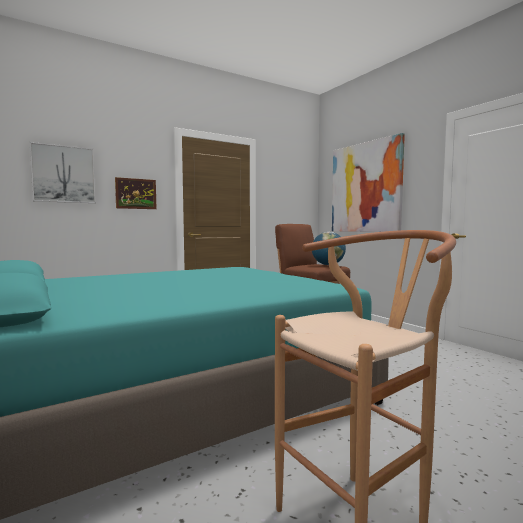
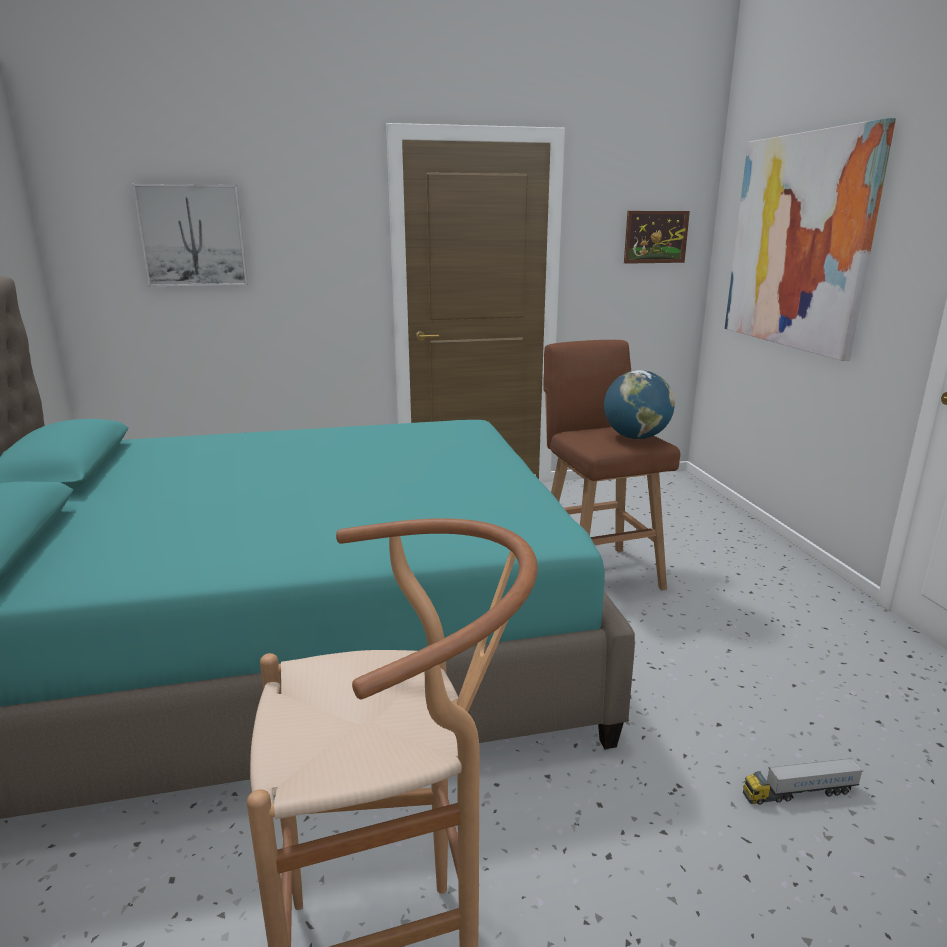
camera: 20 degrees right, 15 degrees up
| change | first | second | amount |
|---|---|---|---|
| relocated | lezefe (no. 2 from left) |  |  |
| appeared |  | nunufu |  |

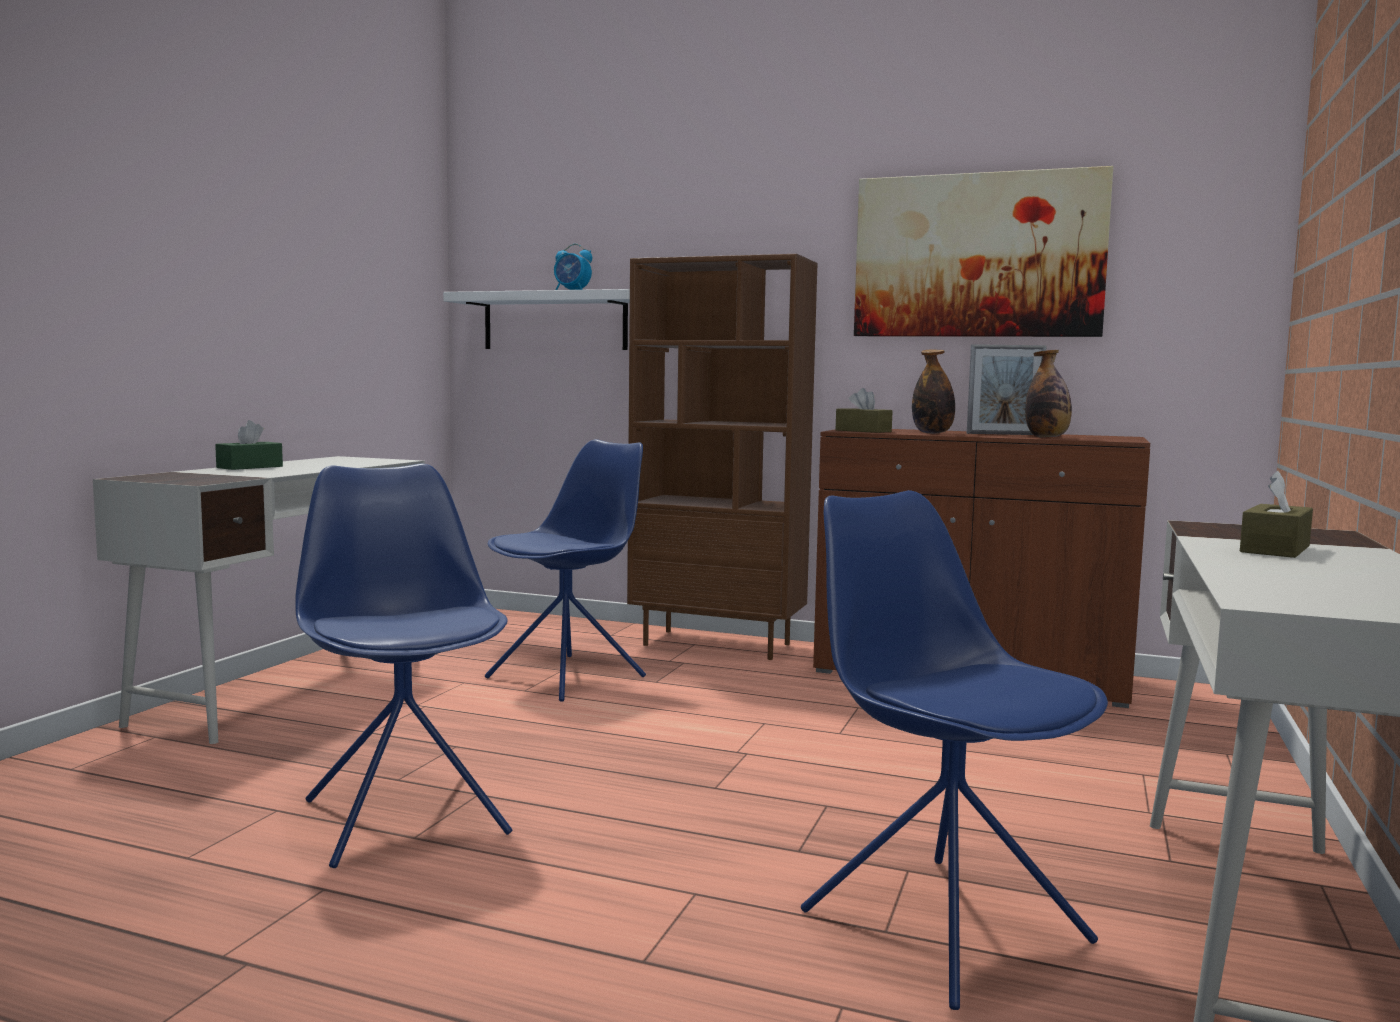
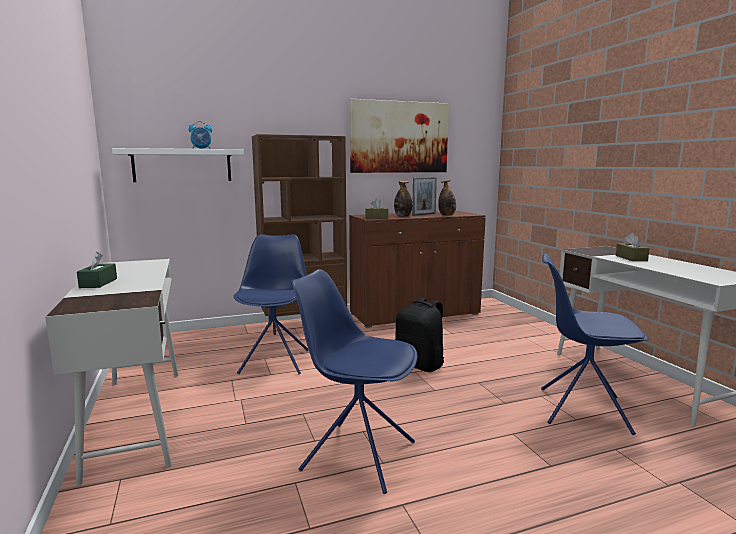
camera: 40 degrees left, 5 degrees up
| change | first | second | amount |
|---|---|---|---|
| appeared |  | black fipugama |  |

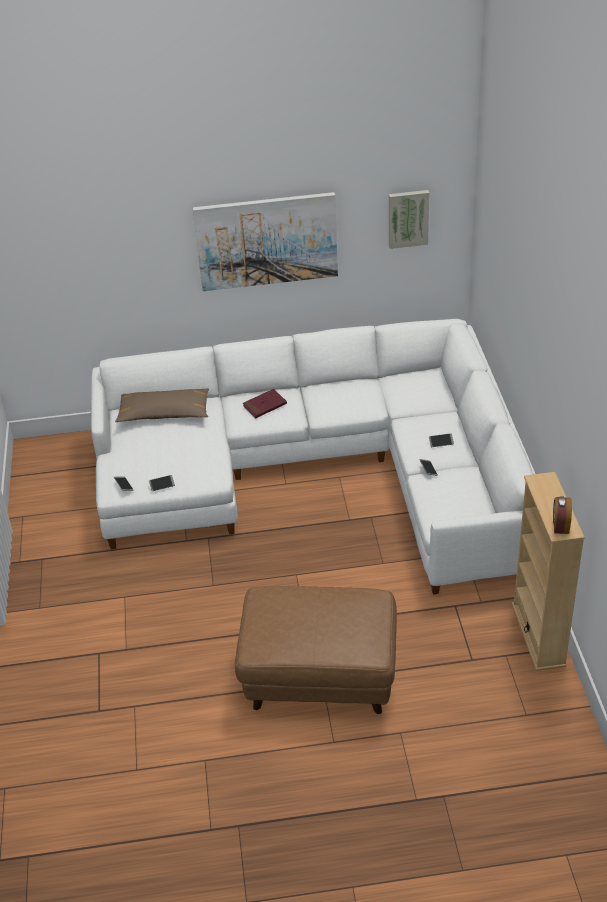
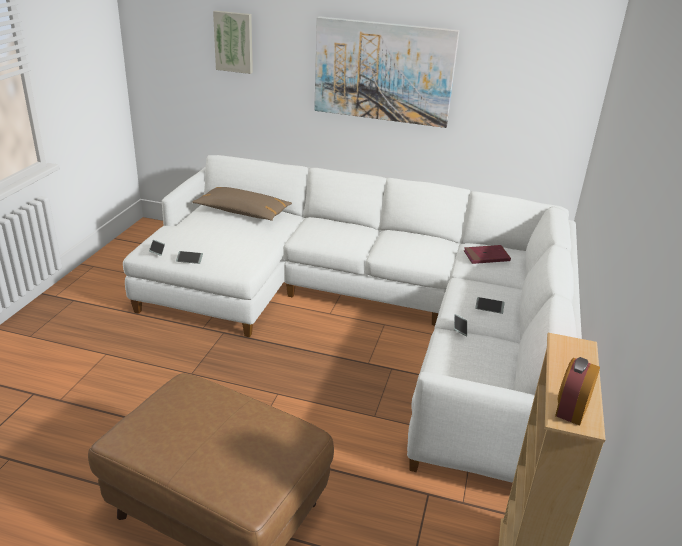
camera: 20 degrees right, 10 degrees down
| change | first | second | amount |
|---|---|---|---|
| relocated | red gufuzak |  |  |
| relocated | lezefe (no. 2 from left in the first image) | lezefe (no. 1 from left) |  |

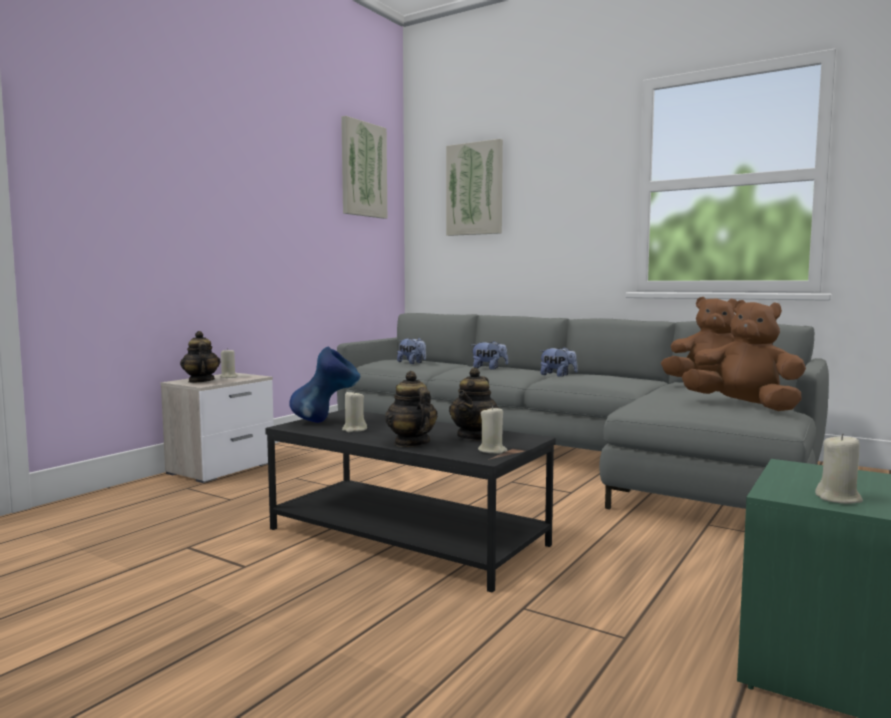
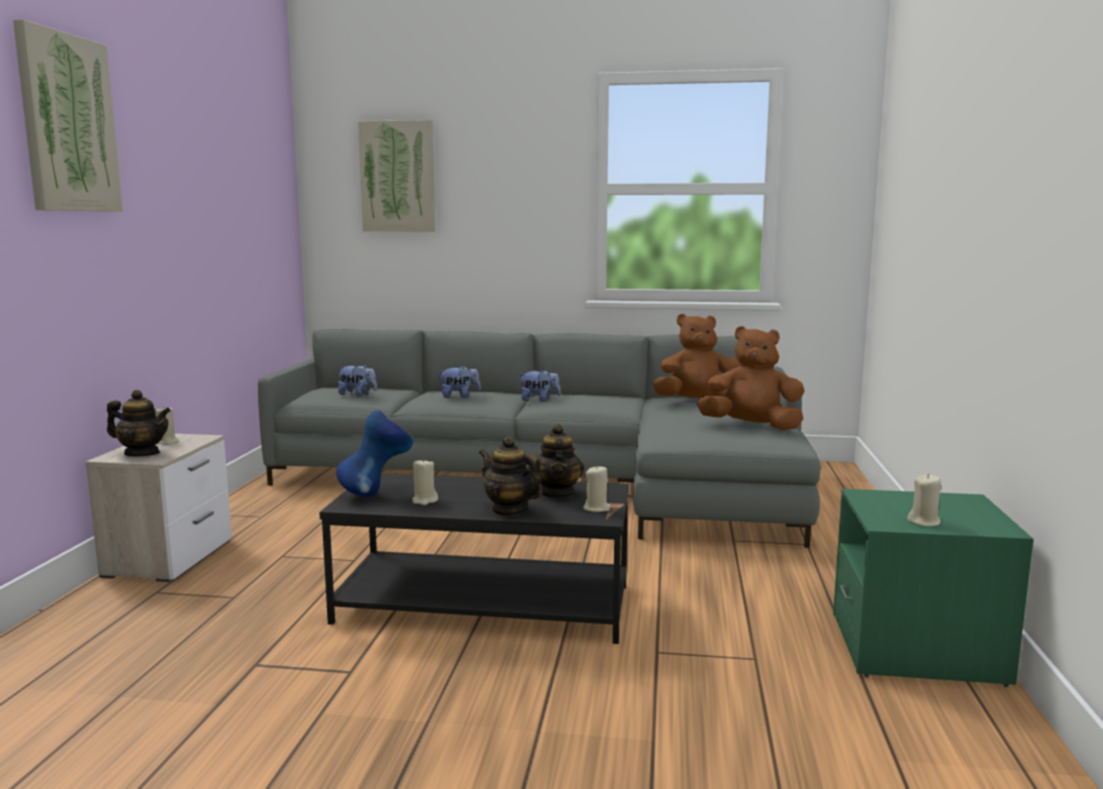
camera: 25 degrees left, 5 degrees up
| change | first | second | amount |
|---|---|---|---|
| spun | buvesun (no. 1 from left) |  | 150 degrees clockwise |
| relocated | lezefe (no. 1 from left) |  |  |

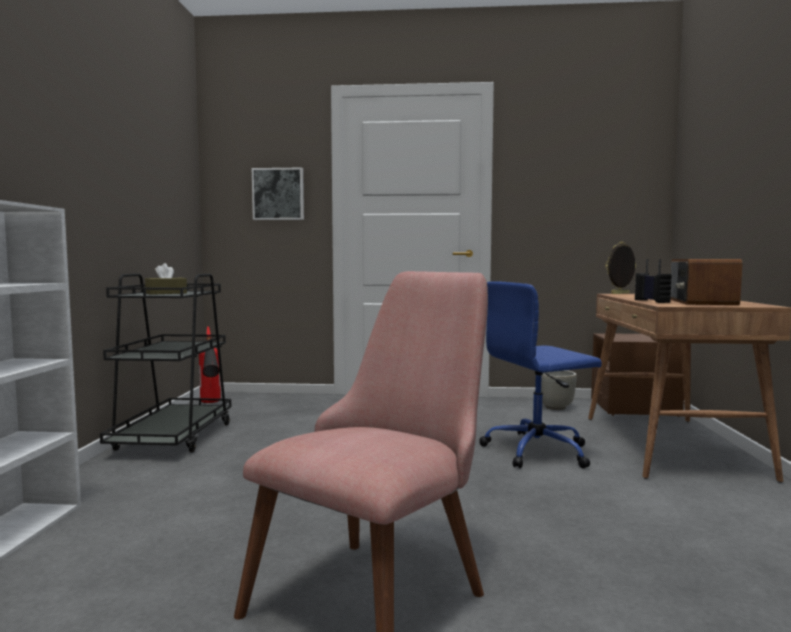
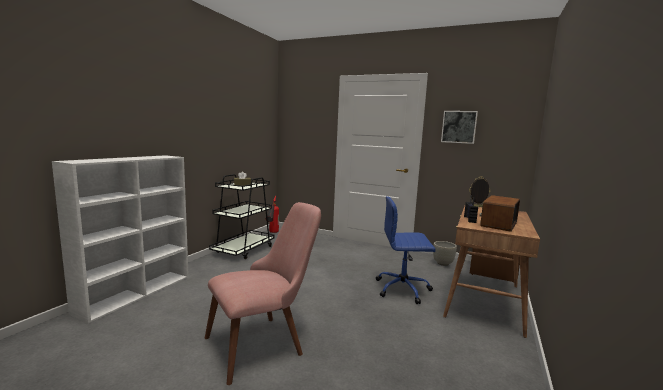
camera: 20 degrees right, 5 degrees up
| change | first | second | amount |
|---|---|---|---|
| relocated | lezefe |  |  |

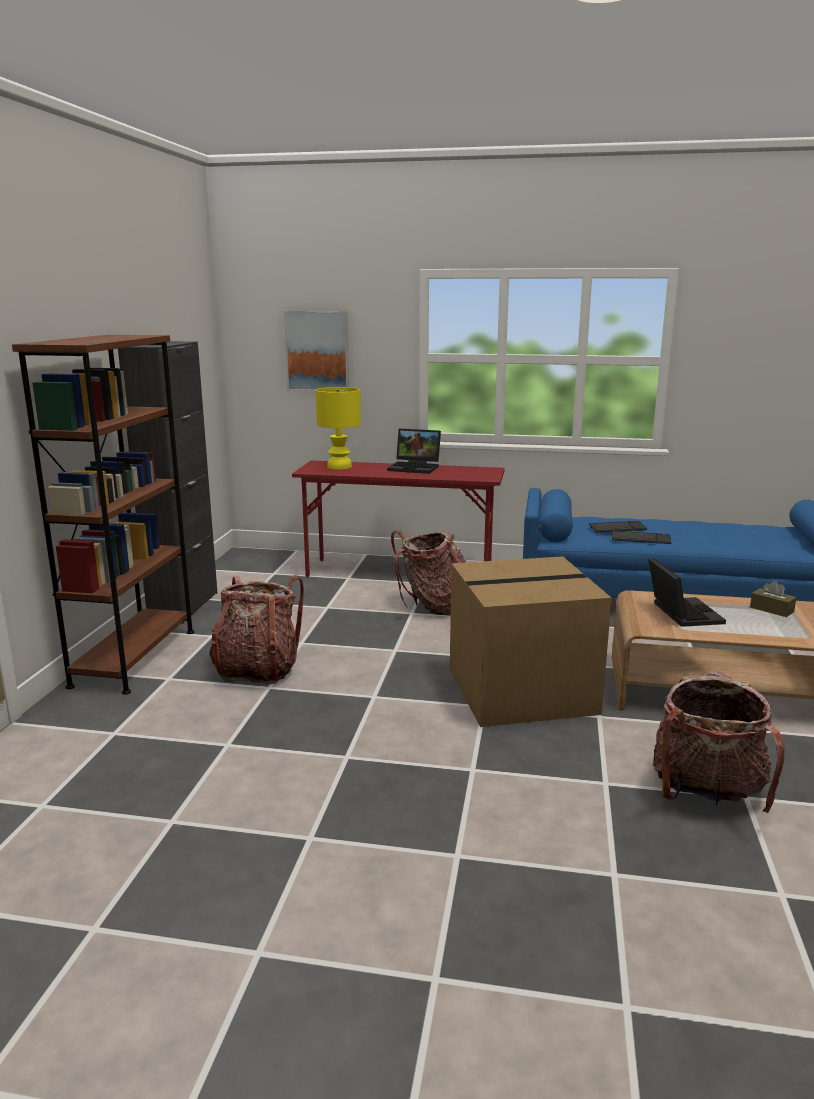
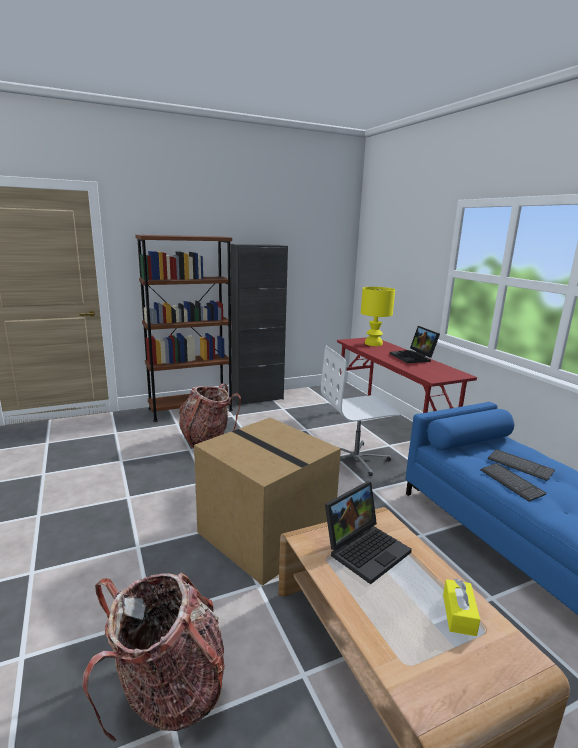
camera: 55 degrees right, 0 degrees up
| change | first | second | amount |
|---|---|---|---|
| missing | lezefe |  |  |
| exchanged | fipugama (no. 2 from left) | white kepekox |  |
| colour | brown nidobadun | yellow nidobadun |  |

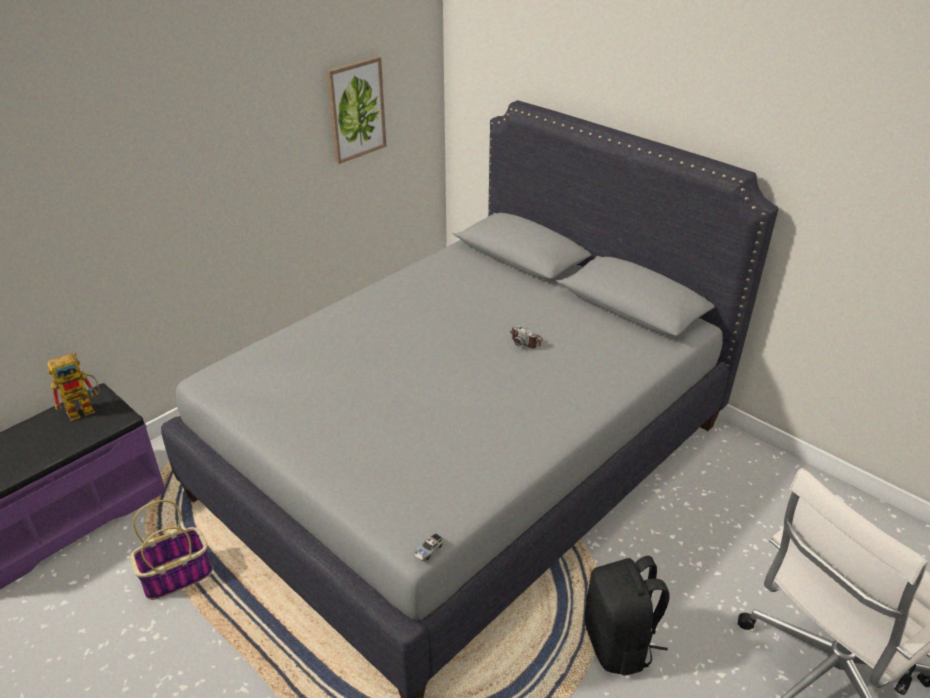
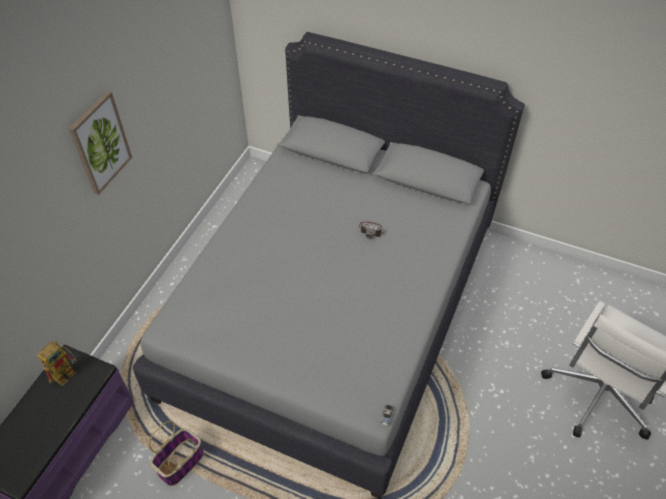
camera: 20 degrees left, 15 degrees up
| change | first | second | amount |
|---|---|---|---|
| relocated | lezefe |  |  |
| missing | black fipugama |  |  |

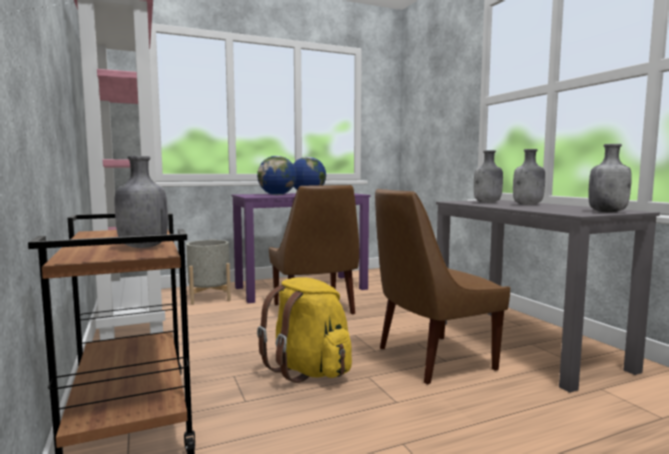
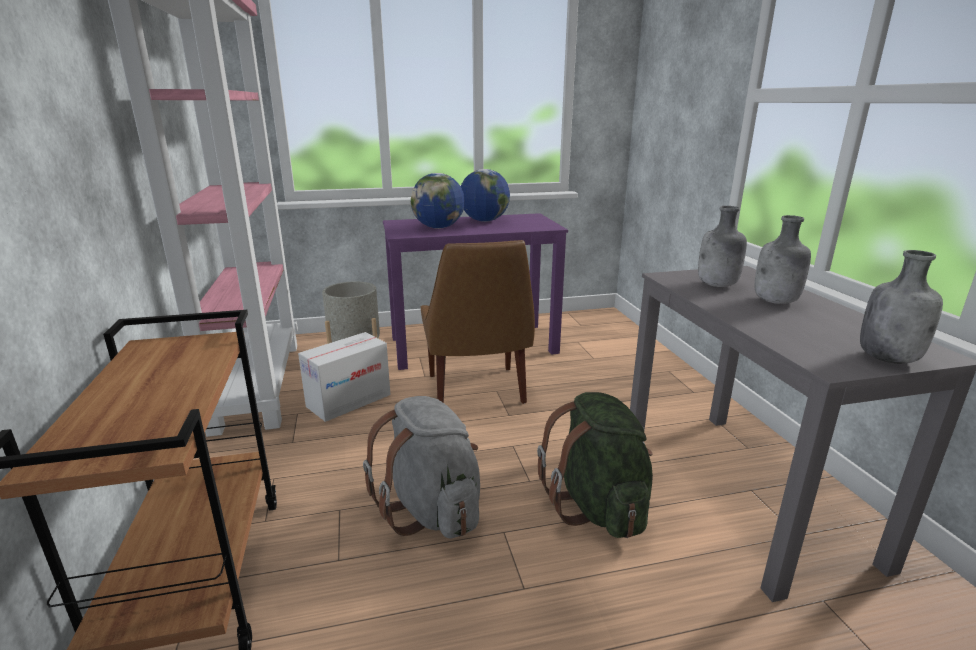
camera: 10 degrees right, 15 degrees up
| change | first | second | amount |
|---|---|---|---|
| missing | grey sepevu (no. 1 from left) |  |  |
| colour | yellow fipugama | grey fipugama |  |
| exchanged | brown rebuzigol (no. 2 from left) | green fipugama |  |
| appeared |  | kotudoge |  |

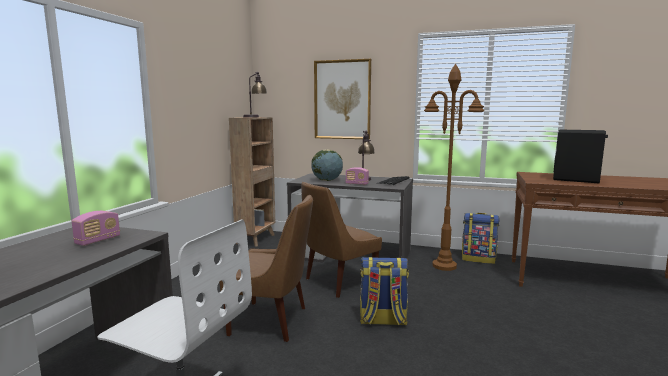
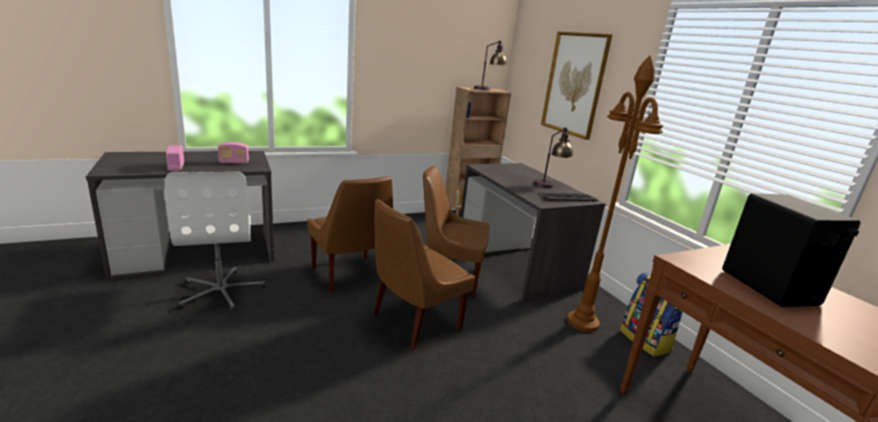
camera: 45 degrees right, 10 degrees up
| change | first | second | amount |
|---|---|---|---|
| missing | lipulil |  |  |
| relocated | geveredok (no. 2 from left in the first image) | geveredok (no. 1 from left) |  |
| exchanged | fipugama (no. 1 from left) | brown rebuzigol (no. 2 from left) |  |

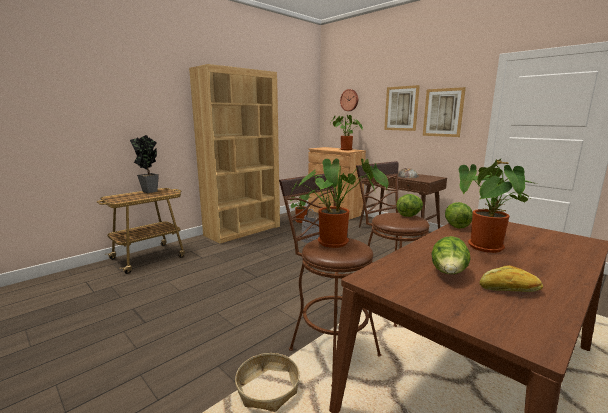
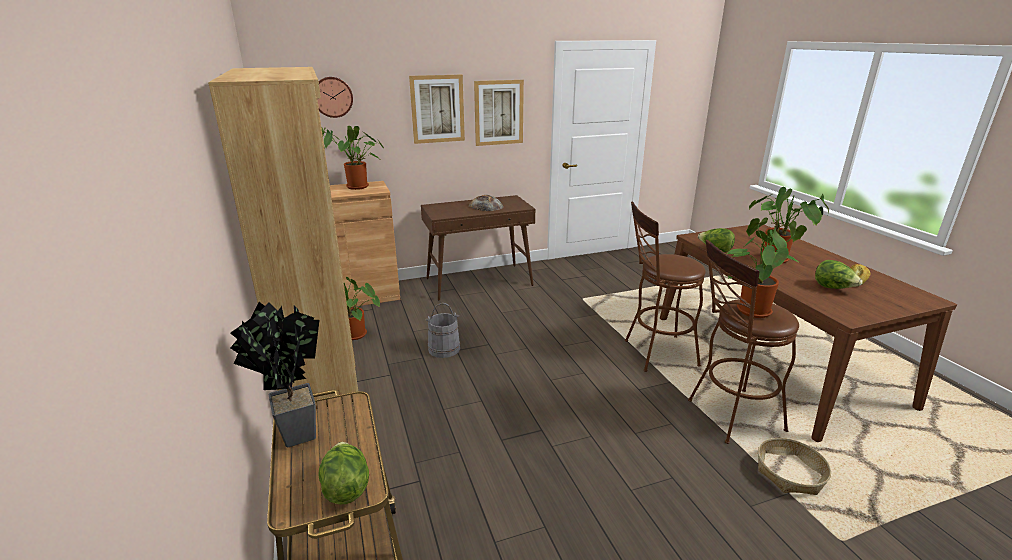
camera: 65 degrees left, 10 degrees up
| change | first | second | amount |
|---|---|---|---|
| relocated | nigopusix (no. 1 from left) |  |  |

